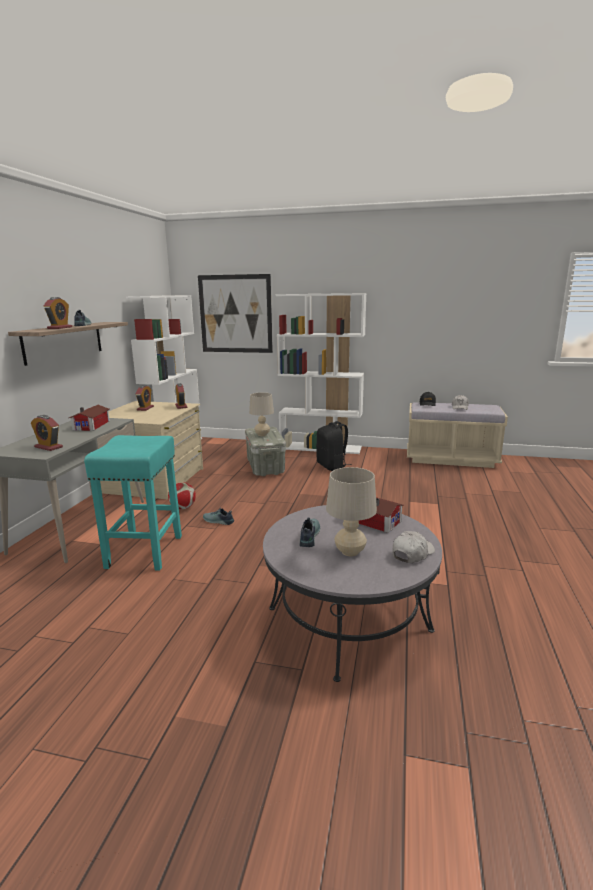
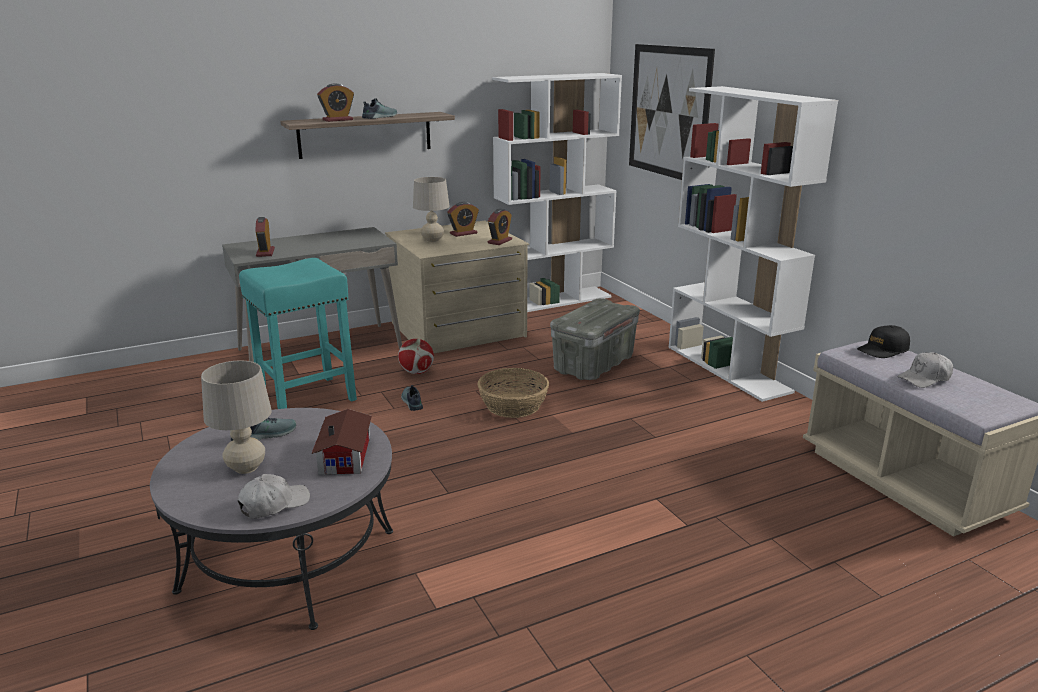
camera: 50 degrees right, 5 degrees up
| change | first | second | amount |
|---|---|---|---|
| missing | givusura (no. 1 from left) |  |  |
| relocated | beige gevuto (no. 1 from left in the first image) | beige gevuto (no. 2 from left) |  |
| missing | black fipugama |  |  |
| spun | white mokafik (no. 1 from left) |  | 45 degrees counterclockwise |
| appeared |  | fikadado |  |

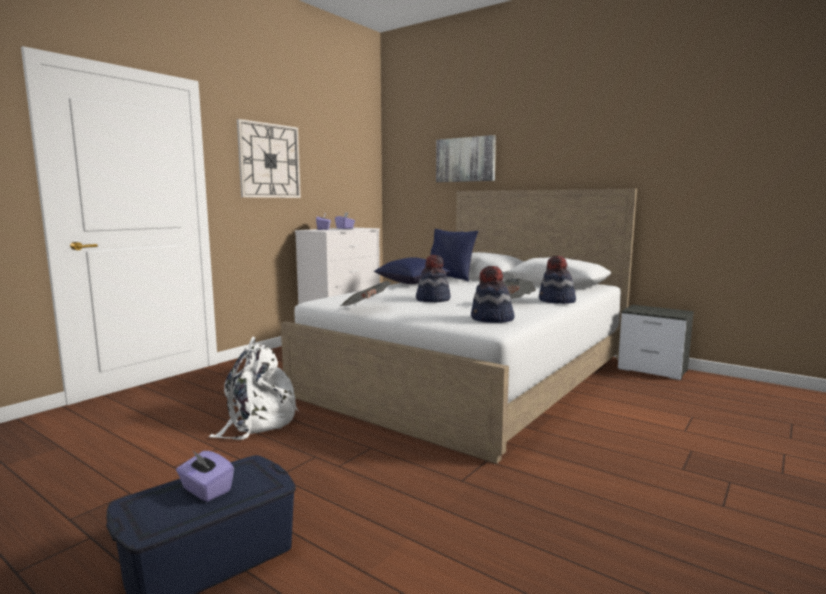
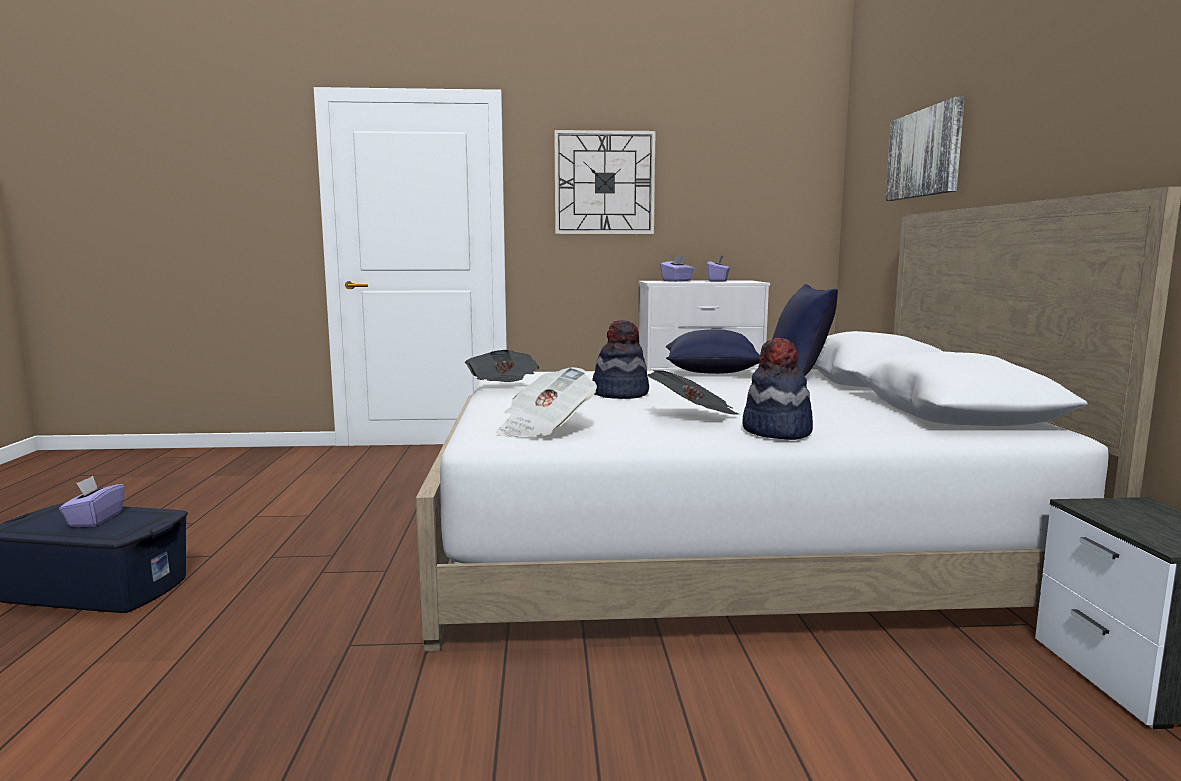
camera: 50 degrees right, 0 degrees up
| change | first | second | amount |
|---|---|---|---|
| missing | white fipugama |  |  |
| exchanged | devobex (no. 2 from left) | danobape (no. 2 from left) |  |

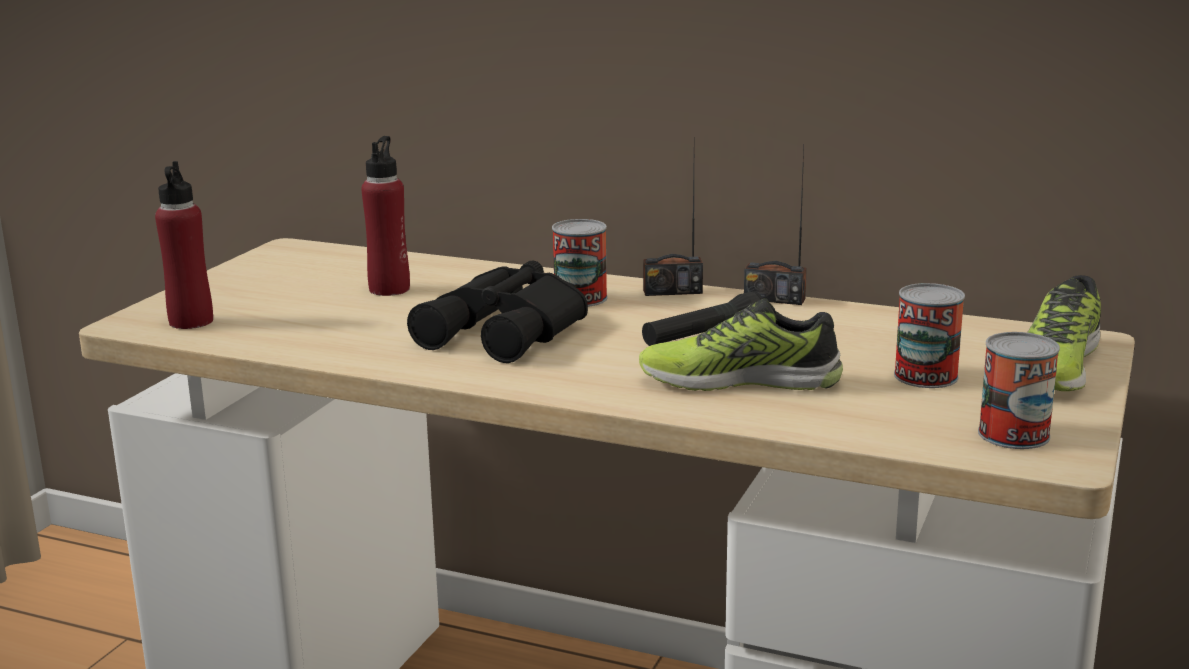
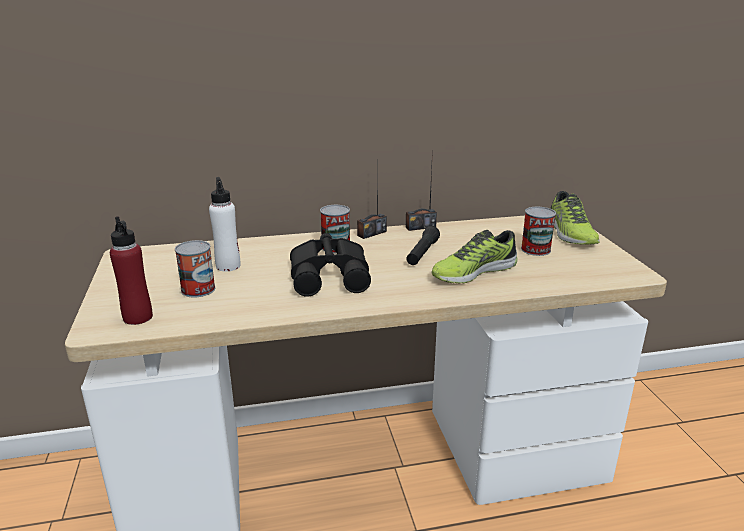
camera: 35 degrees left, 5 degrees up
| change | first | second | amount |
|---|---|---|---|
| colour | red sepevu (no. 2 from left) | white sepevu |  |
| relocated | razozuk (no. 3 from left in the first image) | razozuk (no. 1 from left) |  |

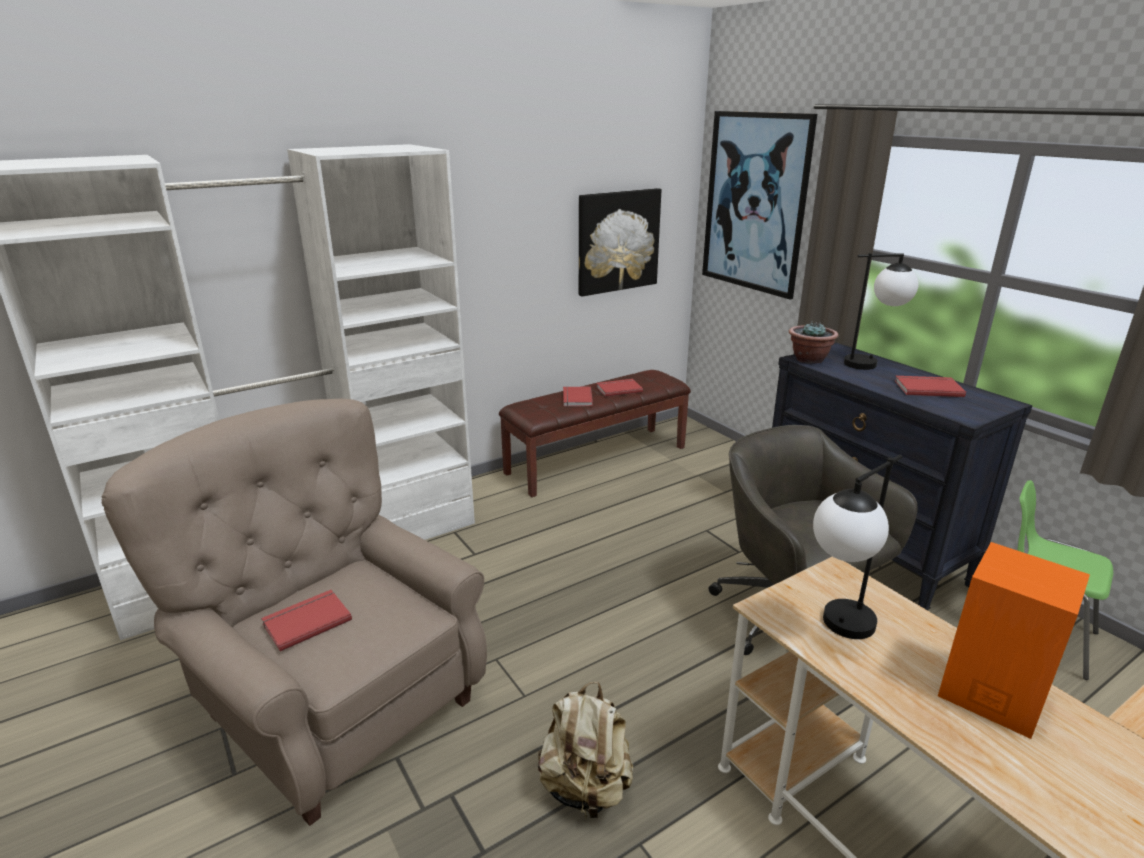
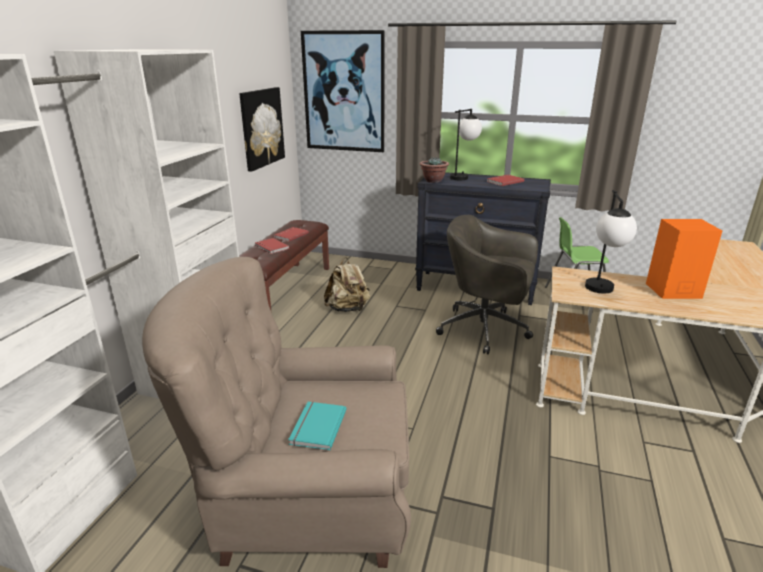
camera: 40 degrees left, 0 degrees up
| change | first | second | amount |
|---|---|---|---|
| colour | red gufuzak (no. 1 from left) | turquoise gufuzak |  |
| relocated | beige fipugama |  |  |

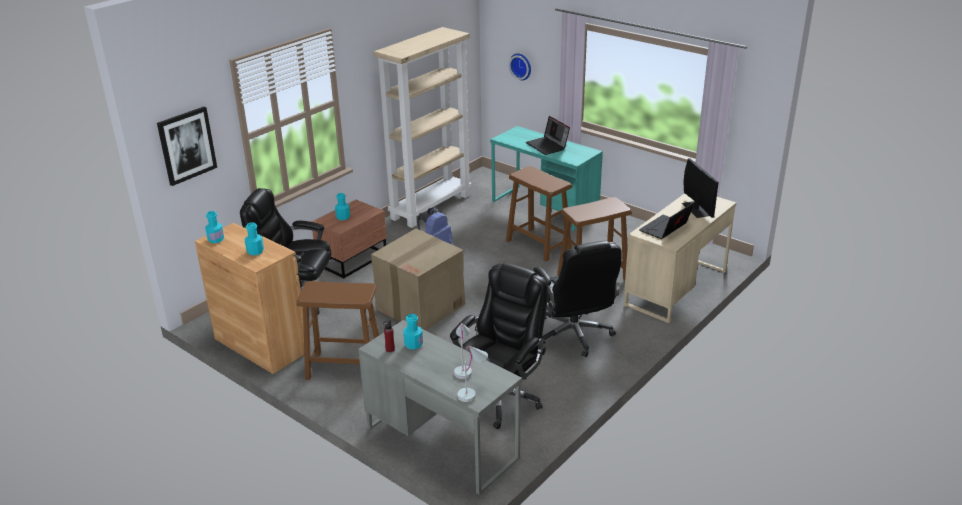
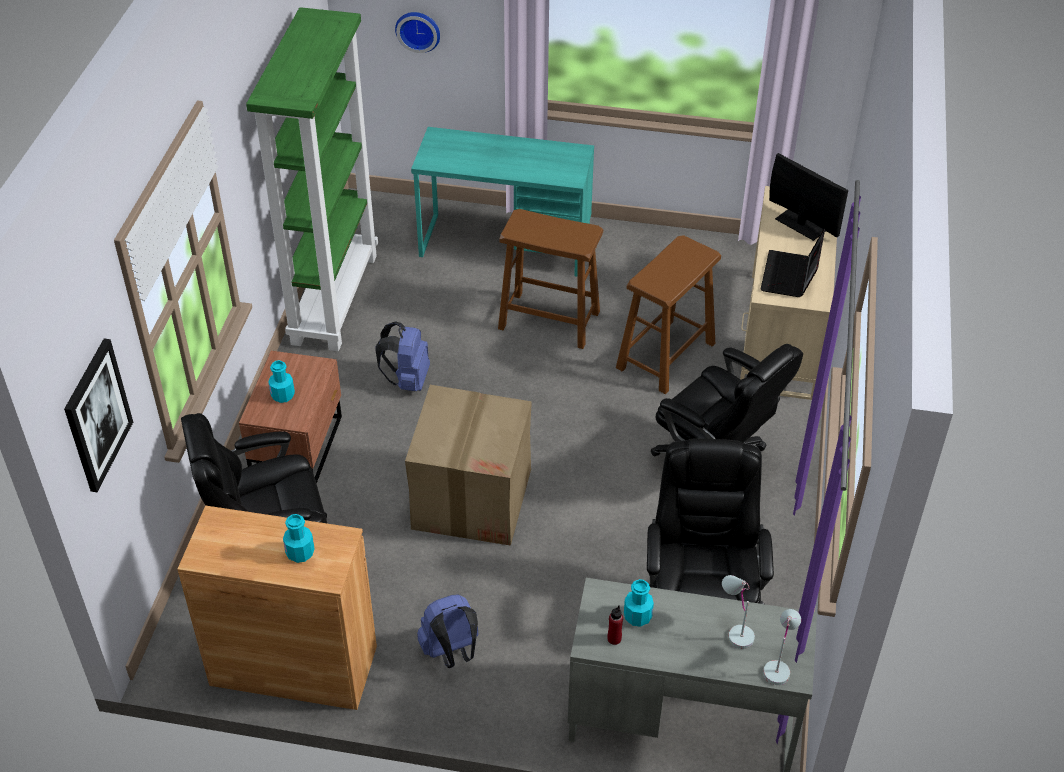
camera: 30 degrees left, 15 degrees up
| change | first | second | amount |
|---|---|---|---|
| missing | turquoise sepevu (no. 1 from left) |  |  |
| exchanged | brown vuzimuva (no. 1 from left) | blue fipugama (no. 2 from left) |  |
| colour | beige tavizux | green tavizux |  |
| missing | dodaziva (no. 1 from left) |  |  |

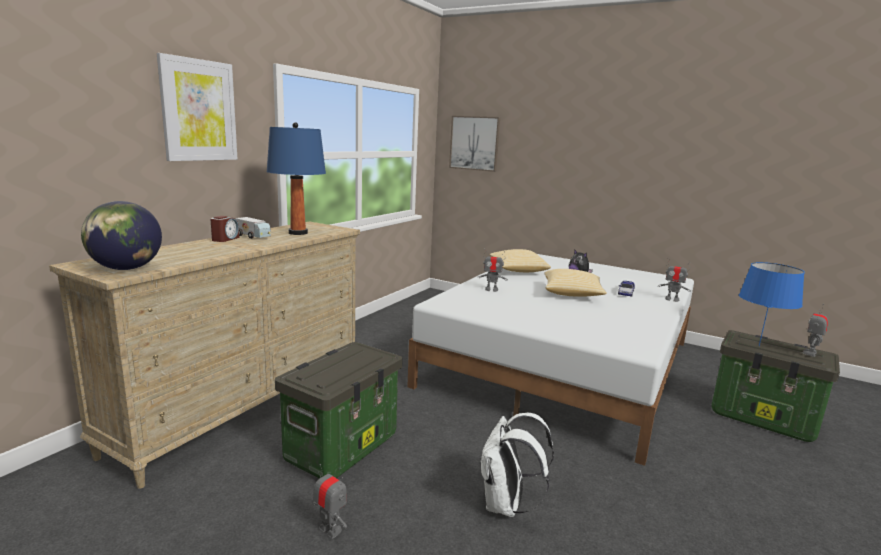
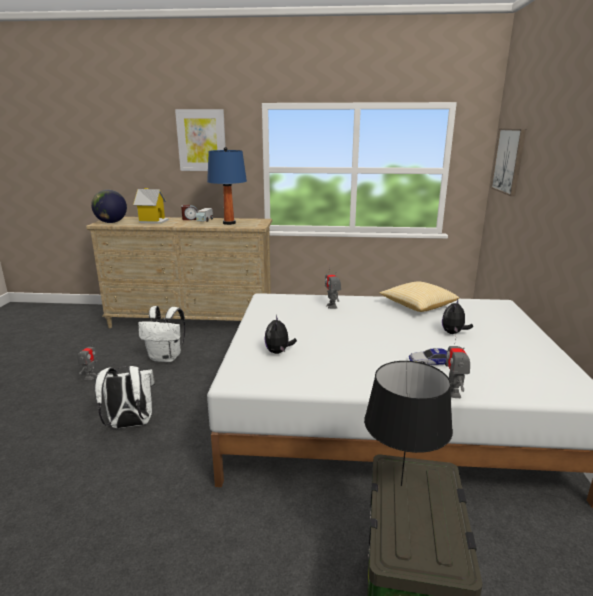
camera: 65 degrees right, 5 degrees up
| change | first | second | amount |
|---|---|---|---|
| exchanged | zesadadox (no. 1 from left) | white fipugama (no. 2 from left) |  |
| missing | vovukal (no. 2 from left) |  |  |
| colour | blue gevuto (no. 2 from left) | black gevuto |  |
| missing | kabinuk (no. 4 from left) |  |  |
| appeared |  | givusura |  |
| appeared |  | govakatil (no. 1 from left) |  |

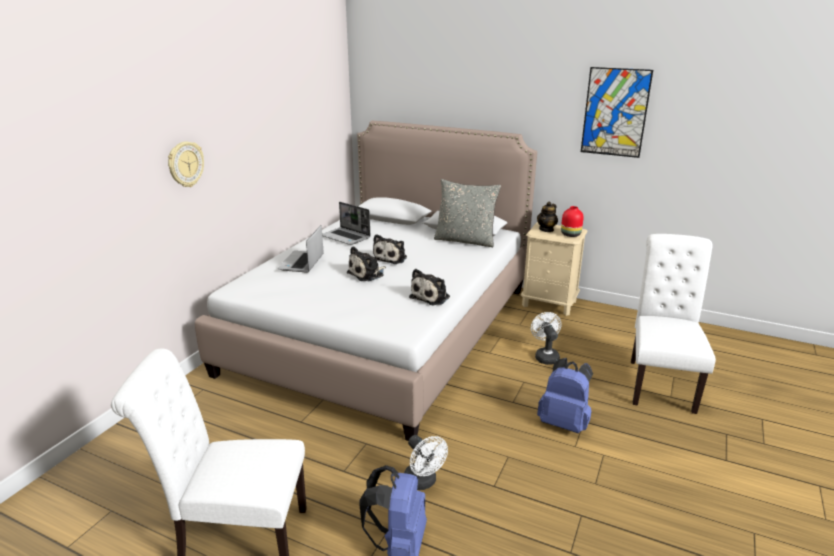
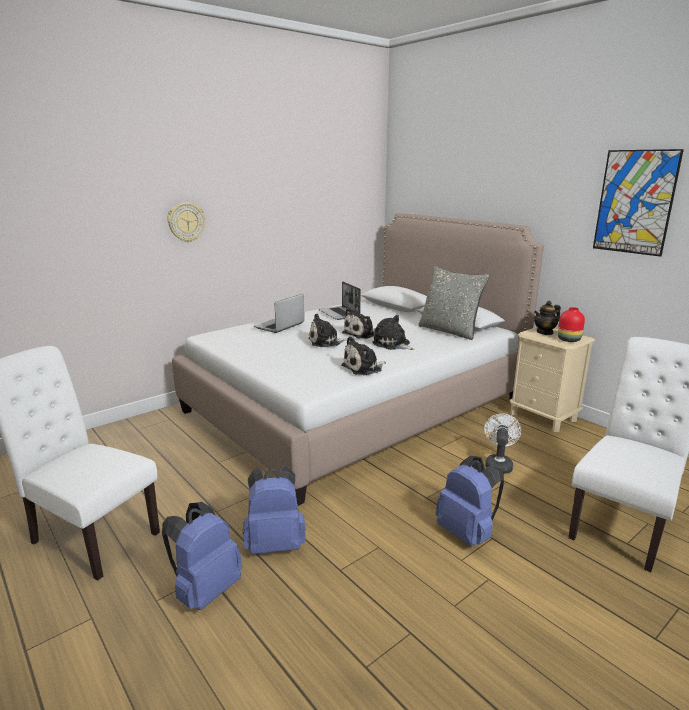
camera: 25 degrees right, 5 degrees down
| change | first | second | amount |
|---|---|---|---|
| exchanged | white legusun (no. 1 from left) | blue fipugama (no. 2 from left) |  |
| appeared |  | govakatil (no. 4 from left) |  |

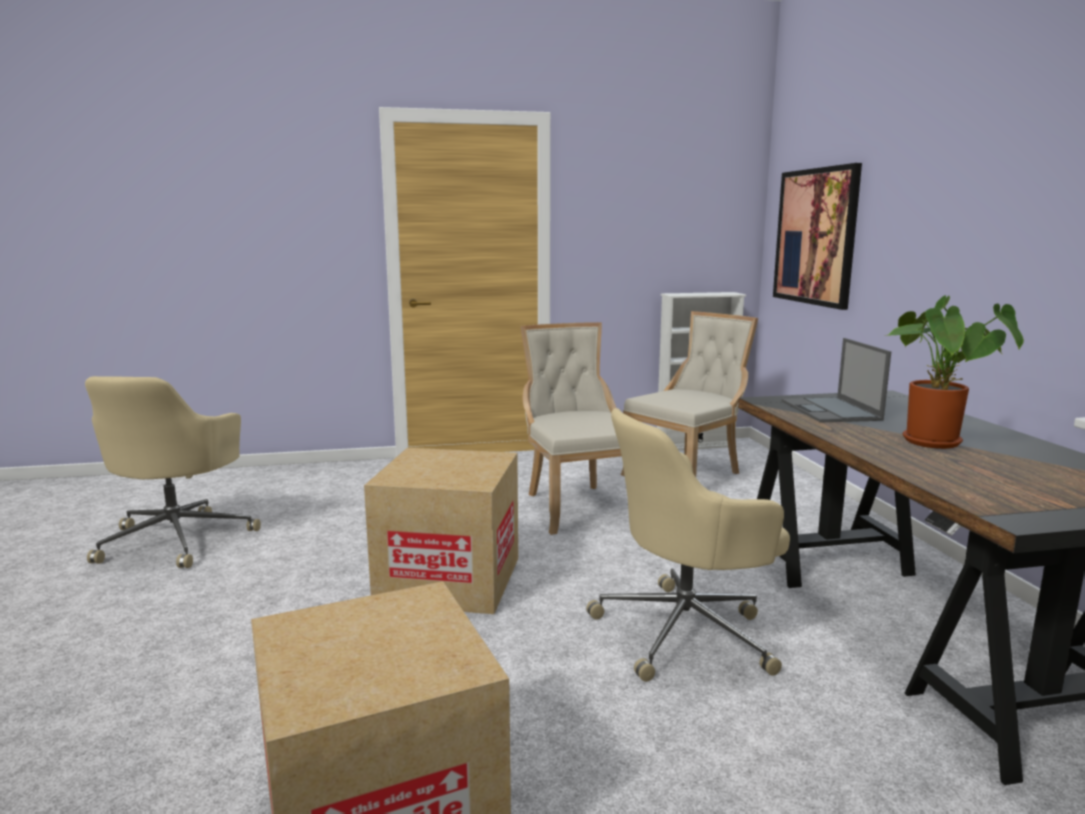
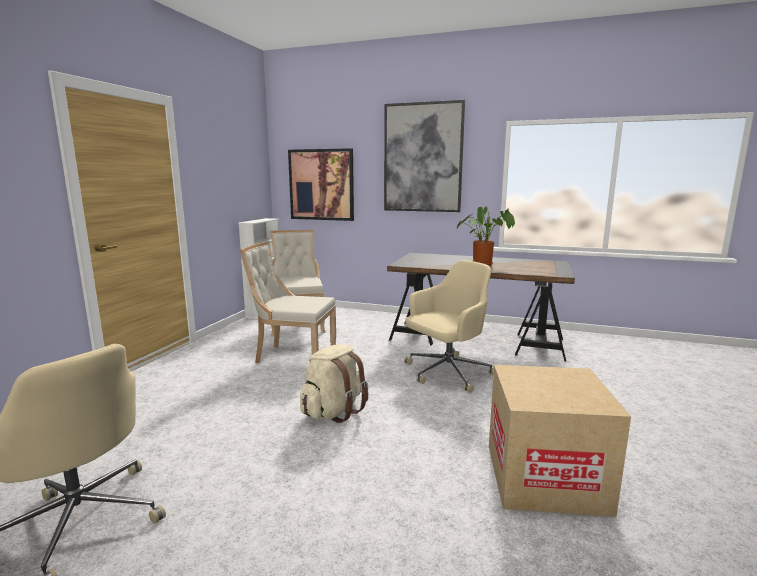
camera: 60 degrees left, 0 degrees up
| change | first | second | amount |
|---|---|---|---|
| exchanged | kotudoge (no. 2 from left) | beige fipugama |  |
| spun | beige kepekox (no. 2 from left) |  | 135 degrees counterclockwise |
| missing | dodaziva |  |  |
| appeared |  | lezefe (no. 2 from left) |  |

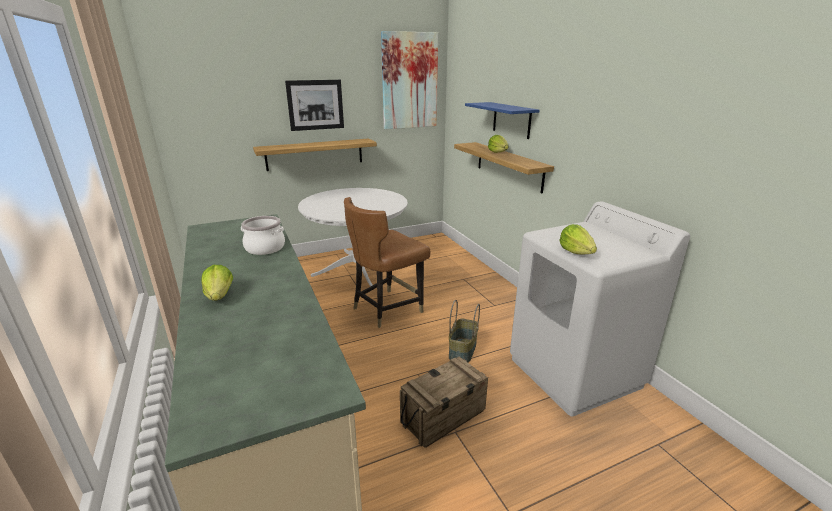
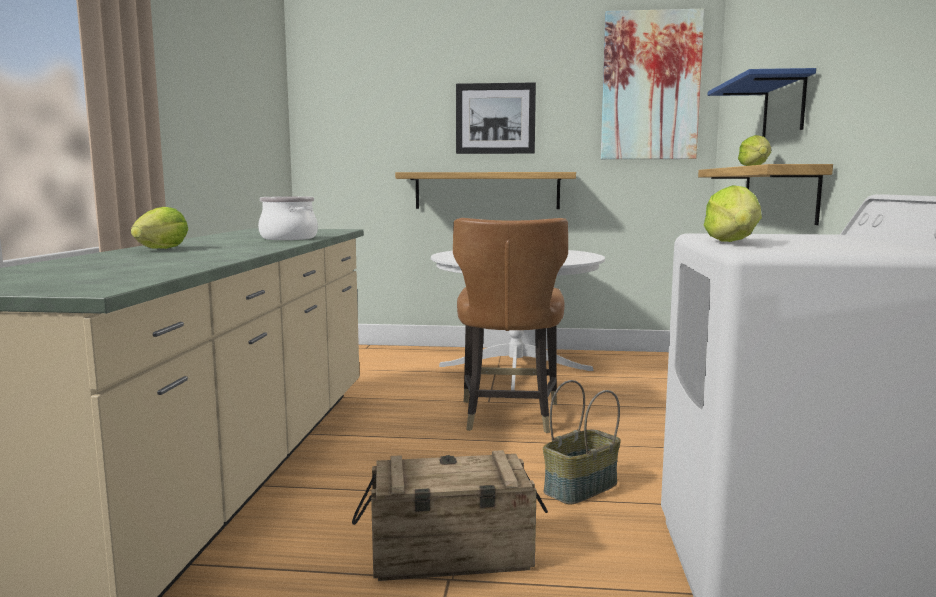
camera: 30 degrees right, 15 degrees down
| change | first | second | amount |
|---|---|---|---|
| spun | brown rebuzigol |  | 75 degrees counterclockwise |

